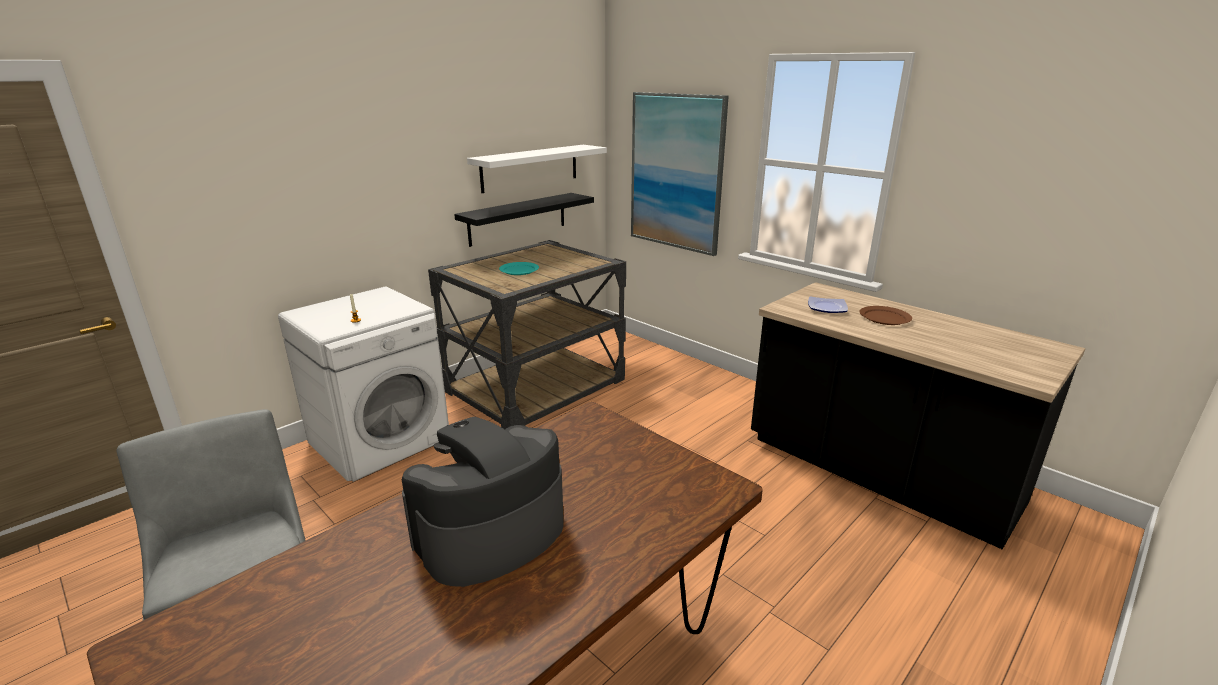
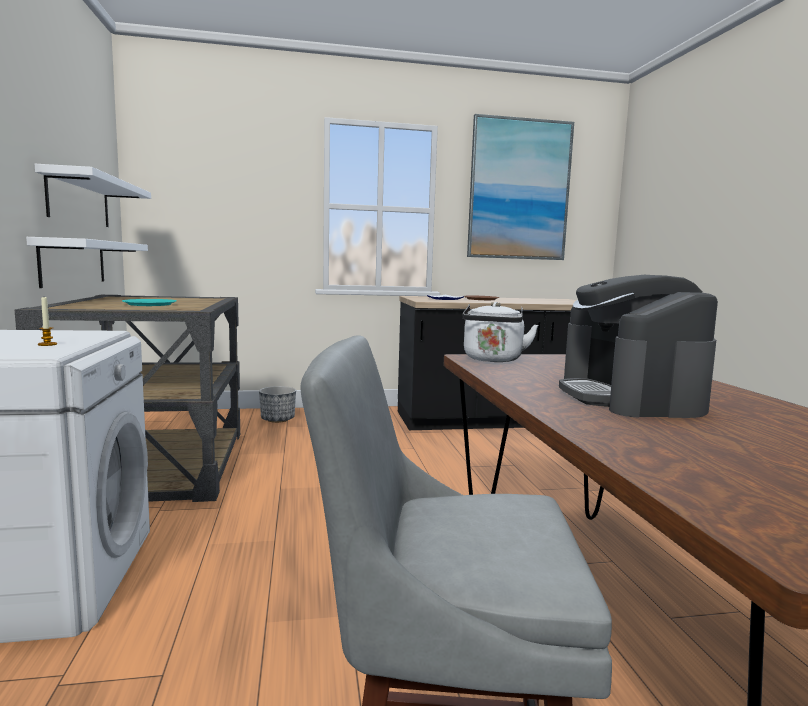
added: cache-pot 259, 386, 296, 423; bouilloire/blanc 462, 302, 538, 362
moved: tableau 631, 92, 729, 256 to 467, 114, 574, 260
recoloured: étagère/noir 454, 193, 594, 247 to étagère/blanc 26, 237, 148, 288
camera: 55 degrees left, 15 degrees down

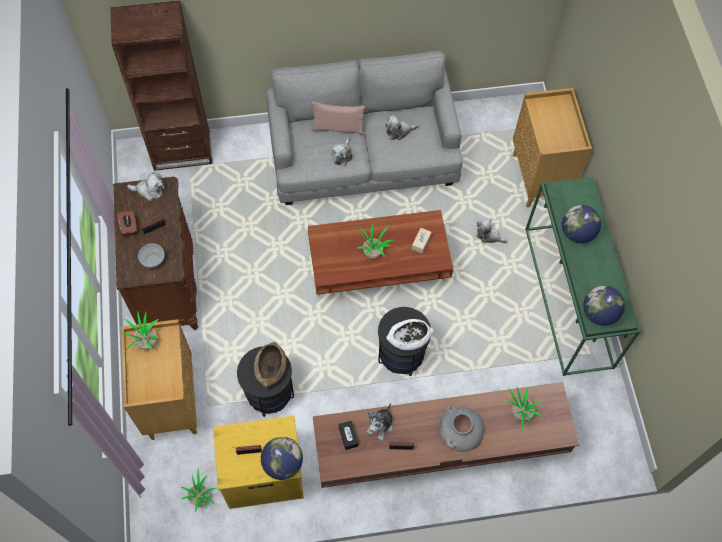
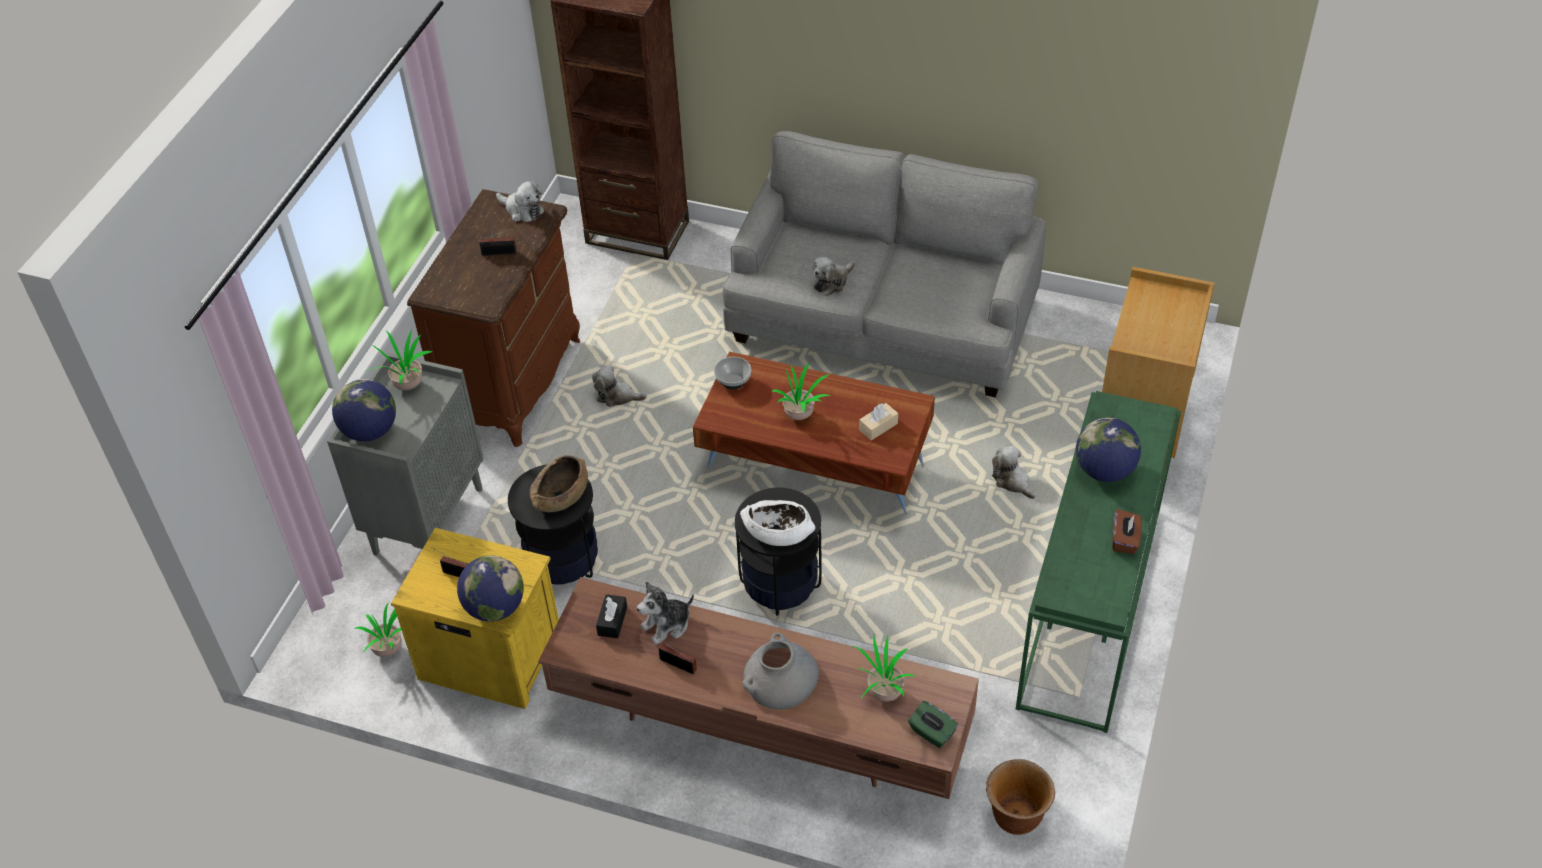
removed: coussin/beige 311, 102, 365, 135
added: boîte à mouchoirs/vert 908, 701, 958, 748; cache-pot/marron 986, 759, 1055, 835
moved: boîte à mouchoirs/marron 117, 211, 137, 237 to 1112, 509, 1142, 554; bol 138, 244, 165, 268 to 714, 357, 751, 390; peluche 385, 115, 419, 140 to 592, 365, 647, 407; globe 583, 286, 625, 326 to 332, 379, 396, 441
recoloured: meuble de rangement/marron 121, 319, 197, 440 to meuble de rangement/gris 327, 352, 484, 556
camera: 30 degrees right, 15 degrees down

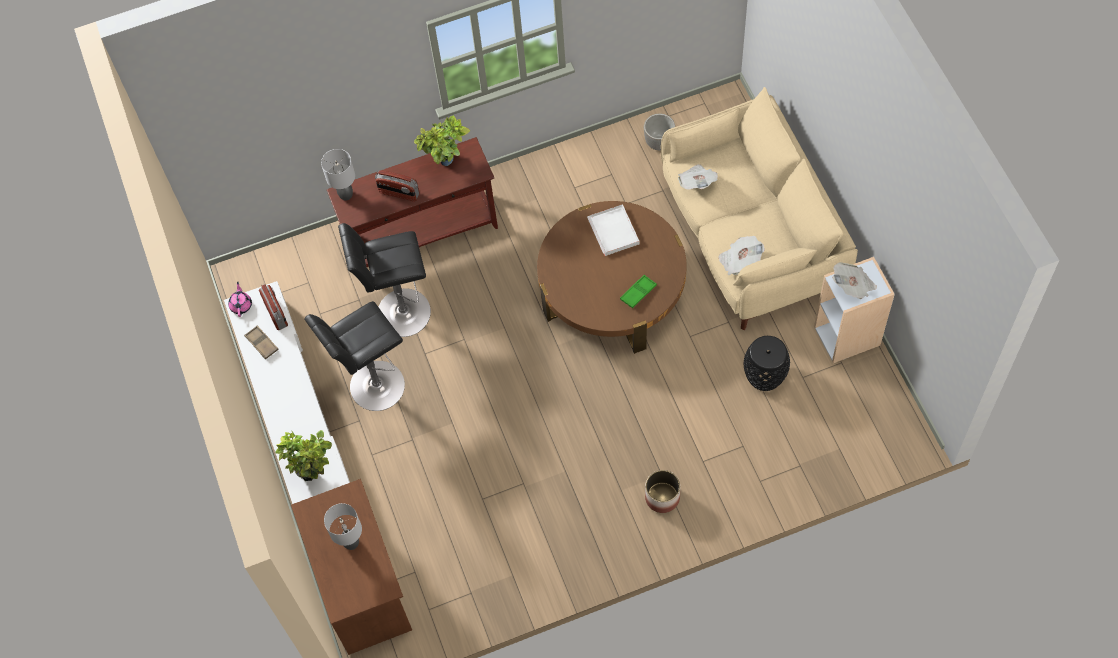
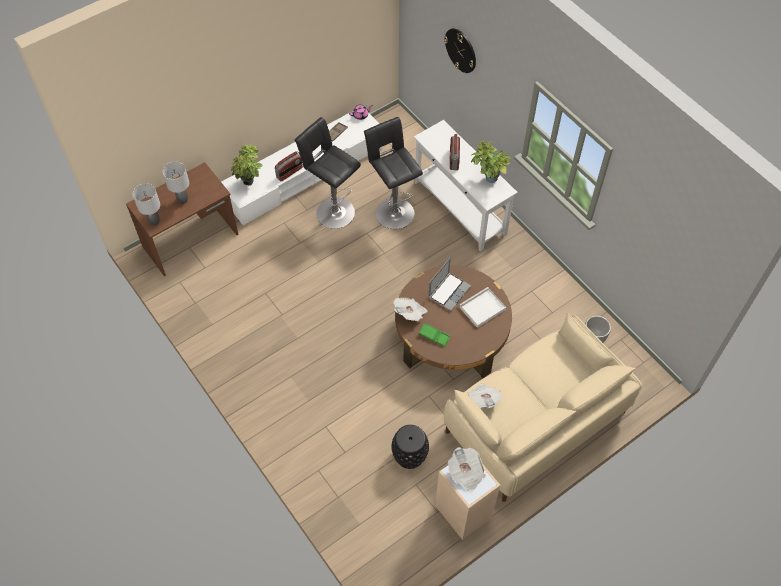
removed: cache-pot 645, 470, 680, 513
added: ordinateur portable 428, 257, 471, 311; horloge murale 444, 28, 476, 73
moved: radio 259, 284, 288, 330 to 275, 151, 303, 182; lampe de table/gris 321, 149, 355, 201 to 133, 183, 160, 226; journal 678, 164, 718, 190 to 393, 298, 427, 321
recoloured: table console/marron 327, 137, 498, 267 to table console/blanc 414, 120, 518, 251
camera: 70 degrees right, 5 degrees down

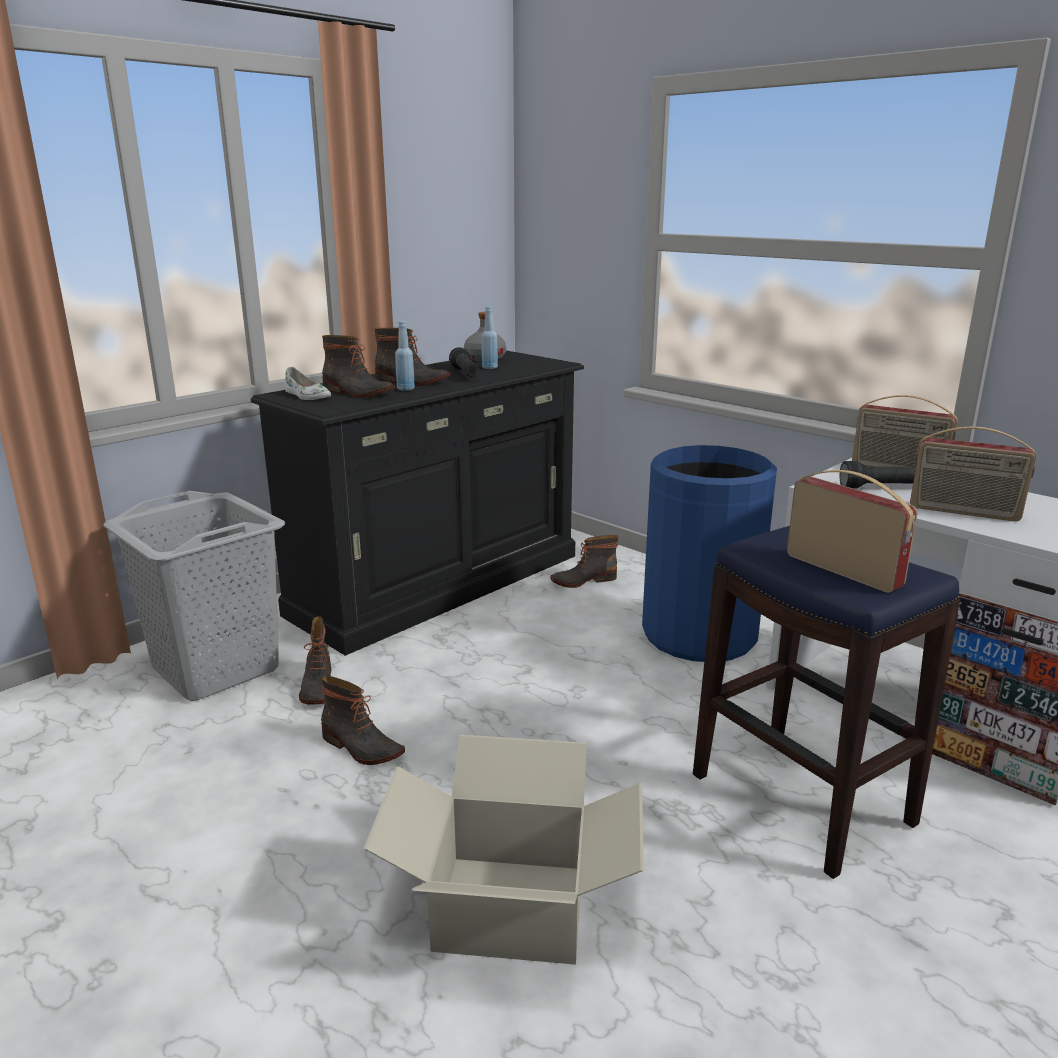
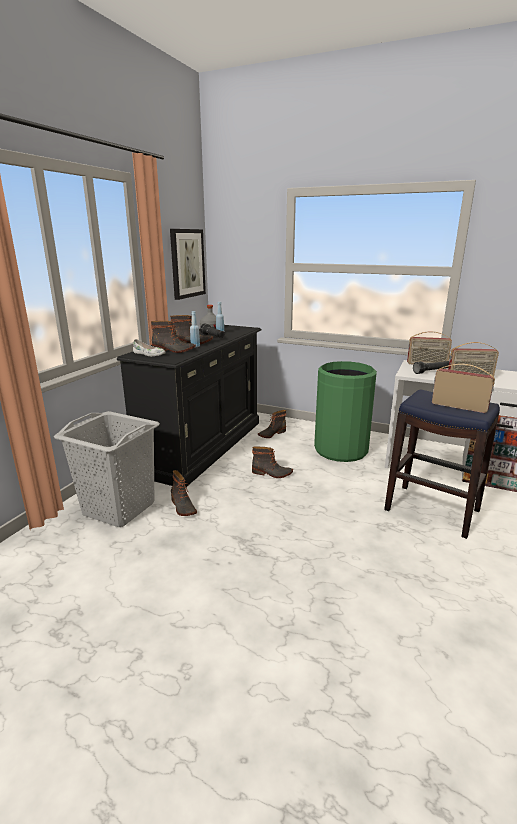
removed: carton 364, 735, 644, 965
added: tableau 170, 229, 206, 300
moved: botte 321, 676, 405, 765 to 252, 446, 293, 478
recoloured: poubelle/bleu 642, 445, 777, 662 to poubelle/vert 314, 361, 377, 462
camera: 20 degrees left, 0 degrees up

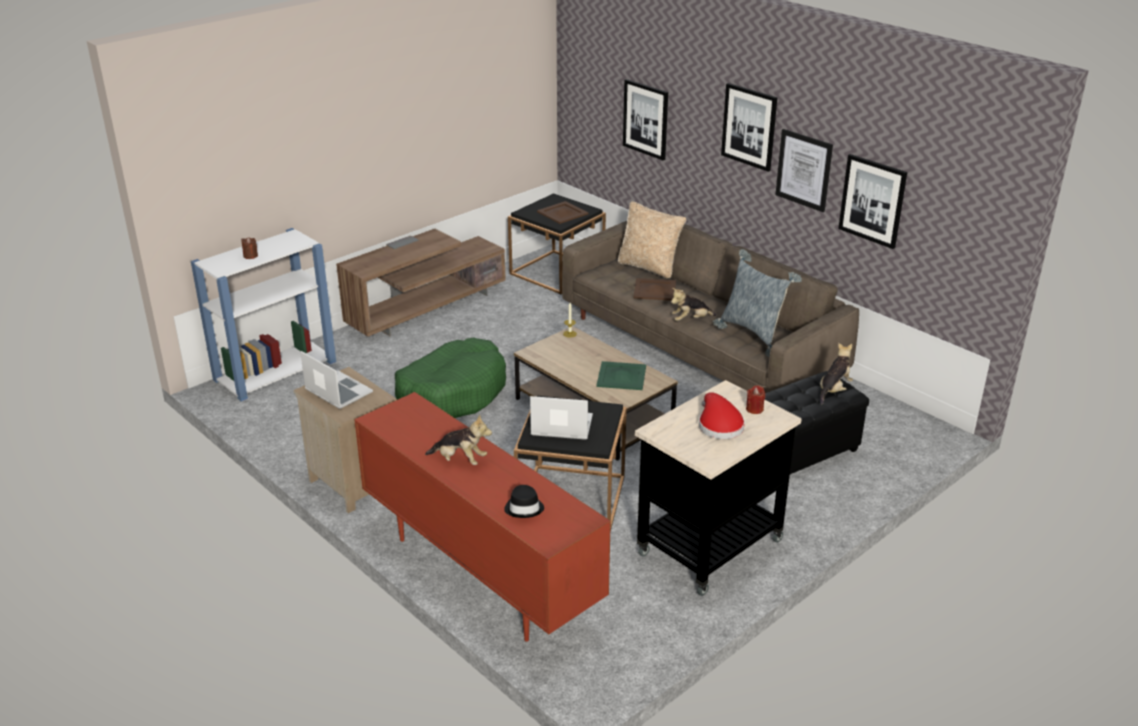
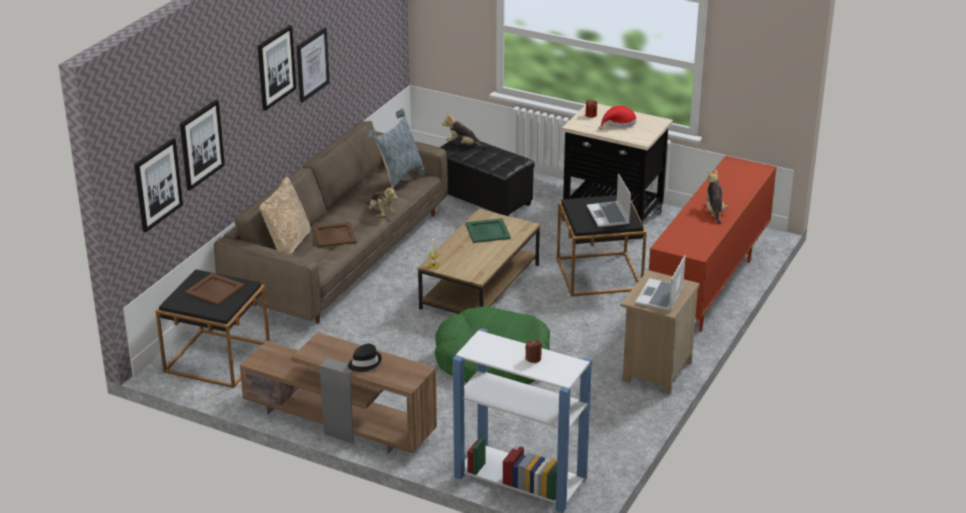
moved: chapeau/noir 504, 485, 544, 518 to 348, 343, 382, 372; tableau 838, 154, 907, 249 to 134, 138, 183, 232
camera: 110 degrees left, 0 degrees up

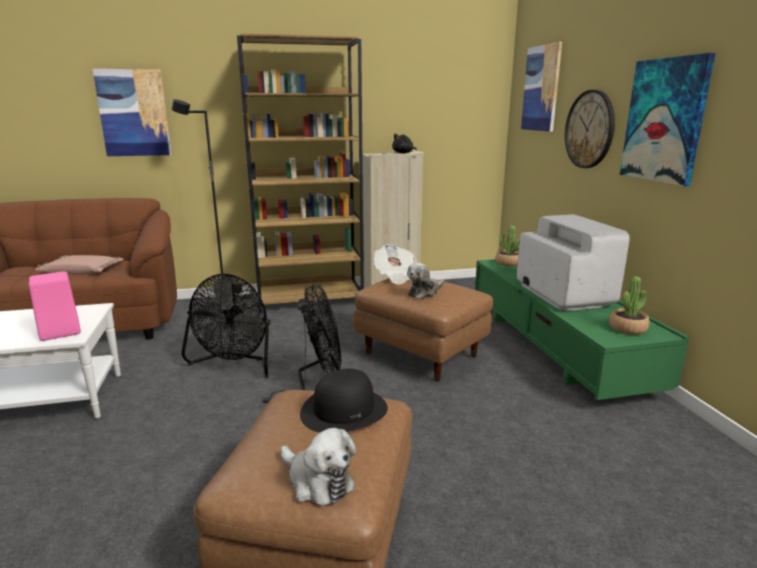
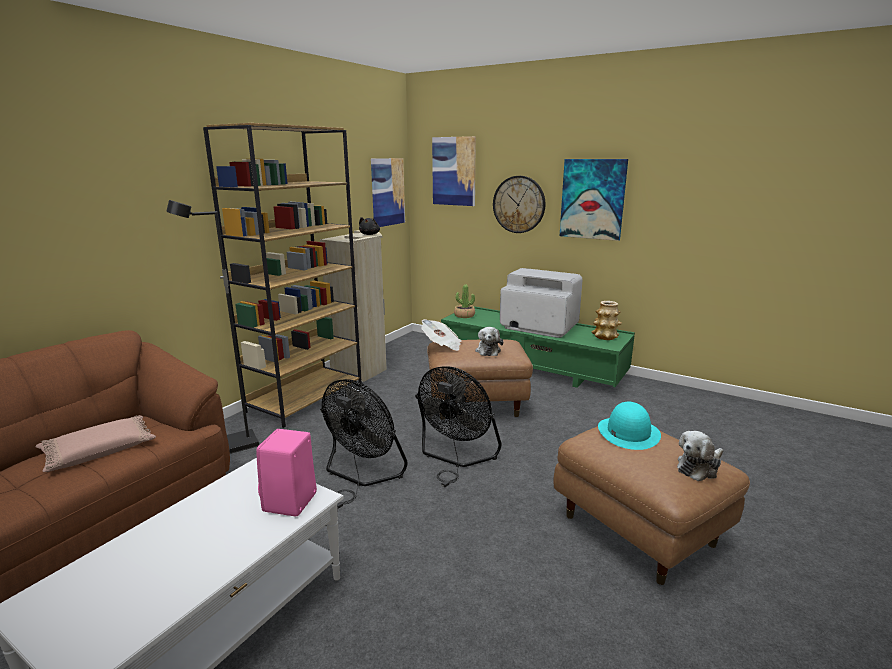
moved: tableau 93, 69, 172, 156 to 371, 158, 405, 227
replaced: plante en pot 609, 276, 650, 335 to vase 591, 301, 622, 340
recoloured: chapeau/noir 300, 369, 388, 433 to chapeau/turquoise 598, 402, 661, 450
turned: ventilateur/noir 181, 274, 271, 378 = 320, 379, 407, 509 120 degrees counterclockwise; peluche 280, 428, 356, 505 = 677, 431, 723, 481 150 degrees clockwise
camera: 45 degrees left, 0 degrees up

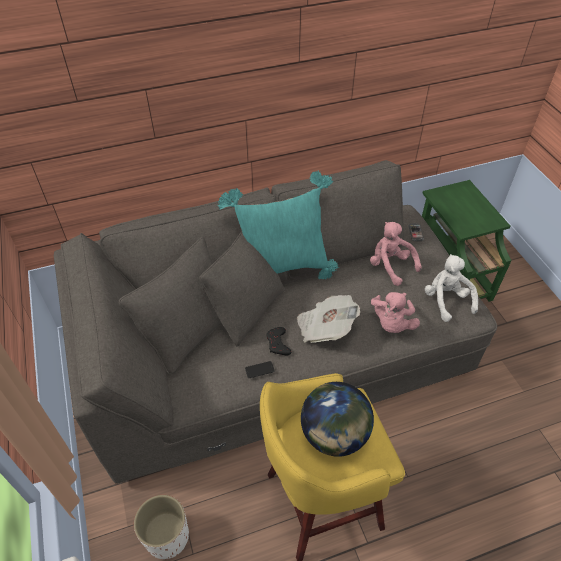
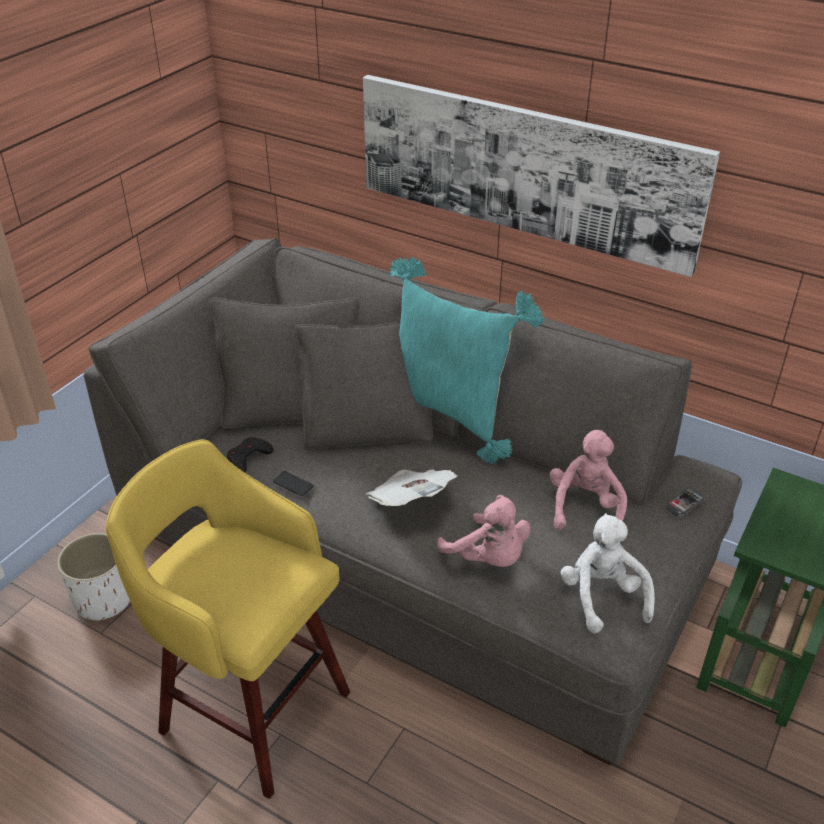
removed: globe 301, 382, 374, 457
added: tableau 363, 75, 720, 277
moved: manette/noir 266, 327, 291, 355 to 227, 437, 273, 472
turned: peluche/rose 371, 292, 420, 333 = 437, 495, 531, 567 105 degrees counterclockwise; peluche/blanc 425, 254, 478, 322 = 560, 513, 655, 633 45 degrees counterclockwise
camera: 50 degrees right, 10 degrees down

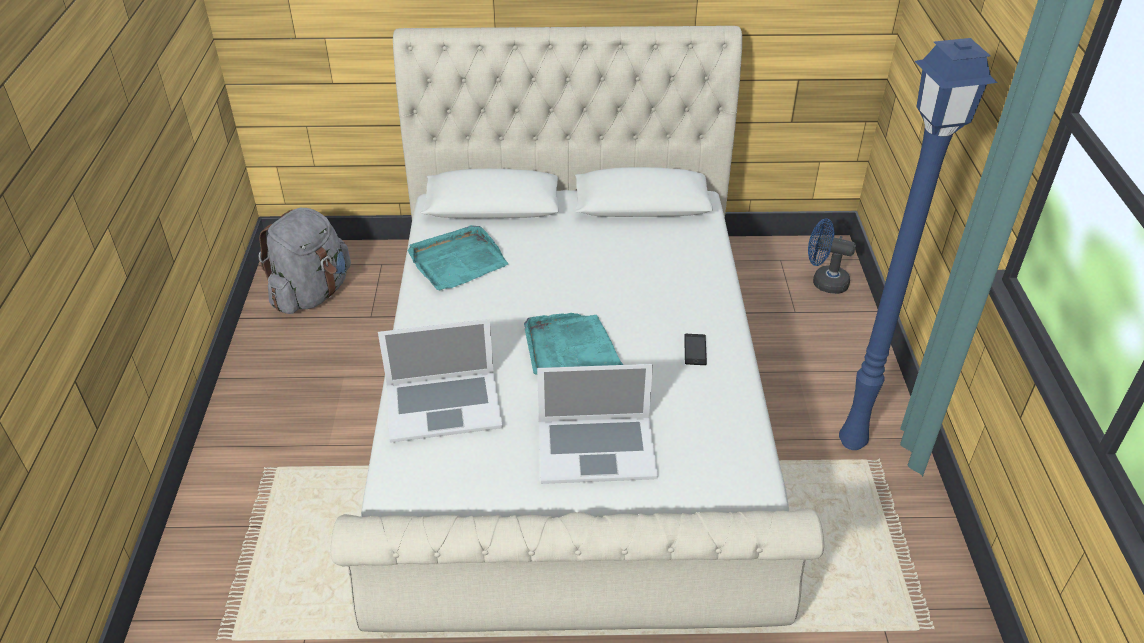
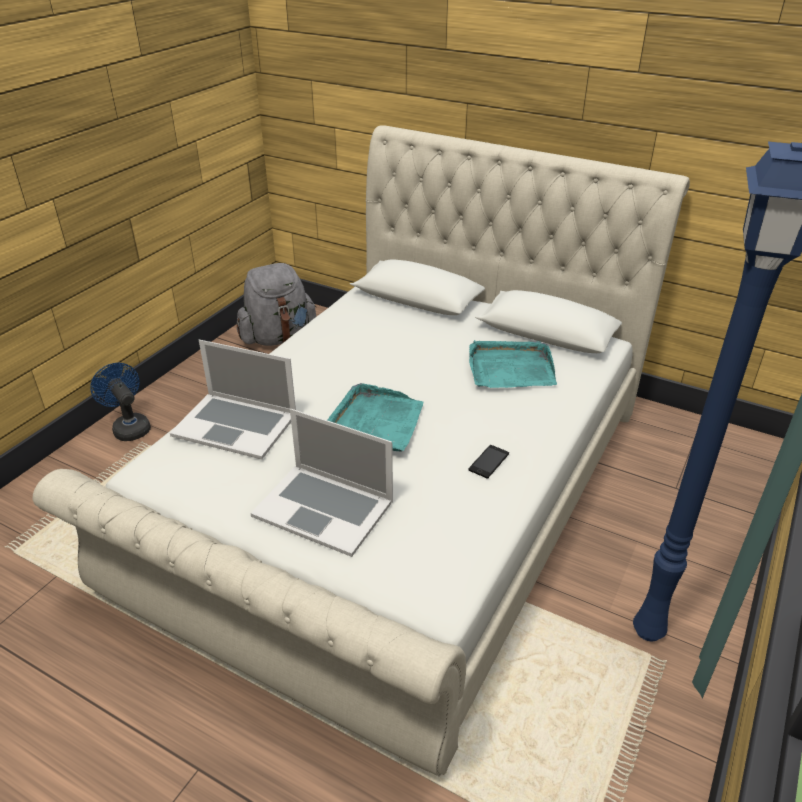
moved: plateau/turquoise 408, 225, 509, 291 to 469, 340, 557, 388; ventilateur/bleu 808, 219, 856, 294 to 90, 363, 151, 441
camera: 30 degrees right, 5 degrees down

